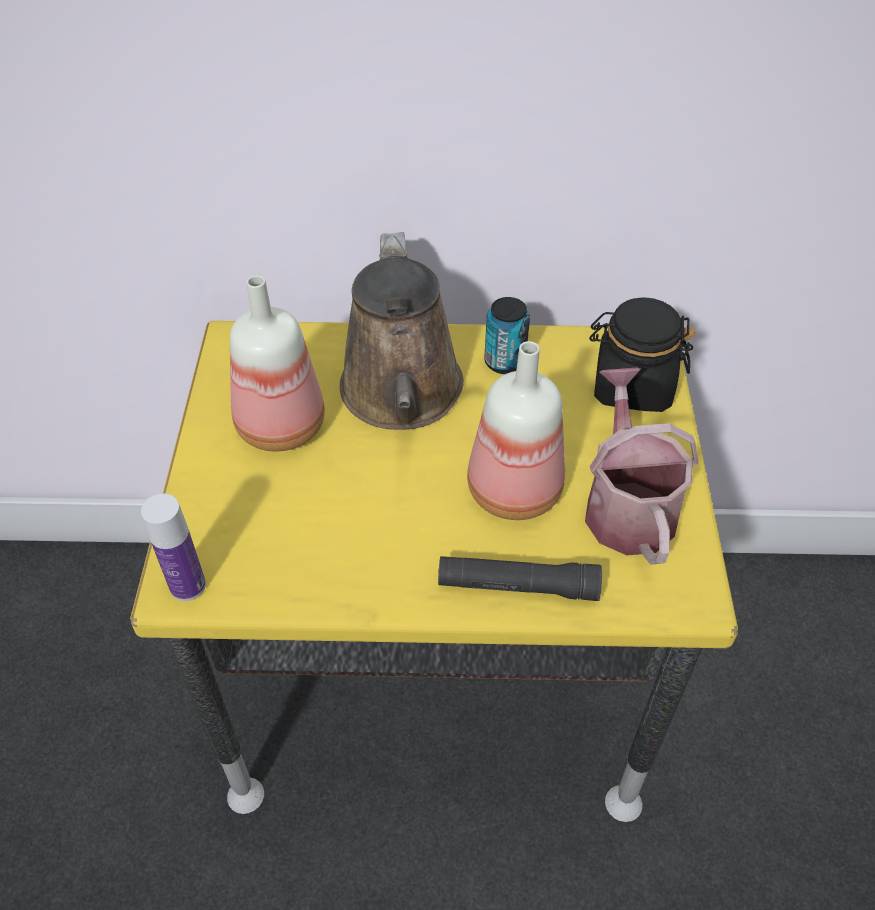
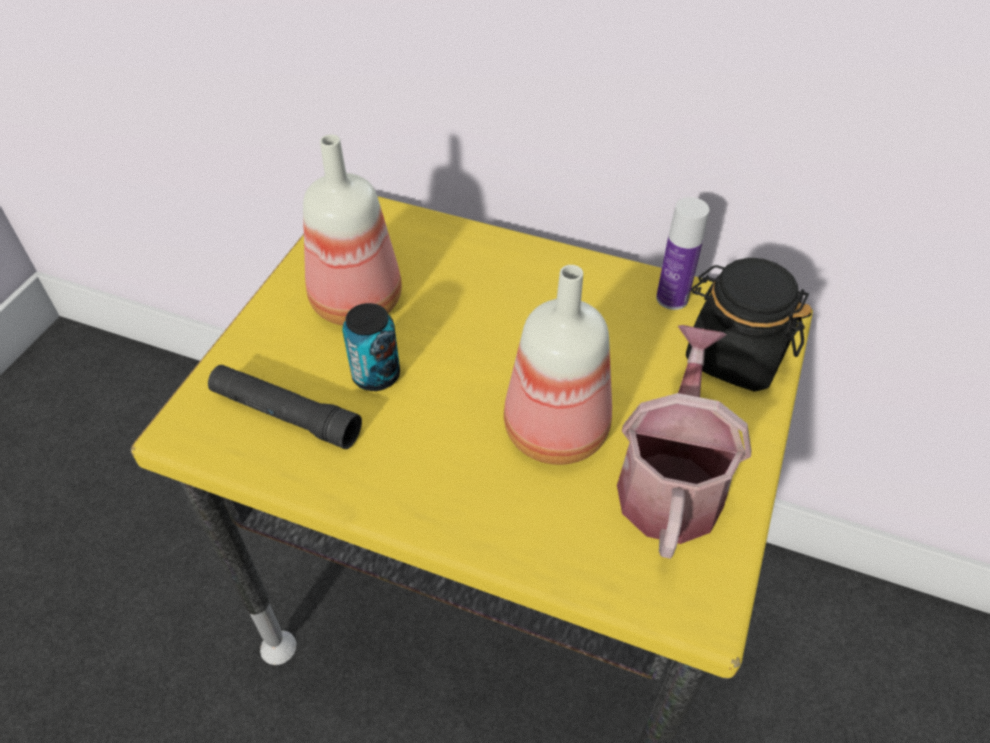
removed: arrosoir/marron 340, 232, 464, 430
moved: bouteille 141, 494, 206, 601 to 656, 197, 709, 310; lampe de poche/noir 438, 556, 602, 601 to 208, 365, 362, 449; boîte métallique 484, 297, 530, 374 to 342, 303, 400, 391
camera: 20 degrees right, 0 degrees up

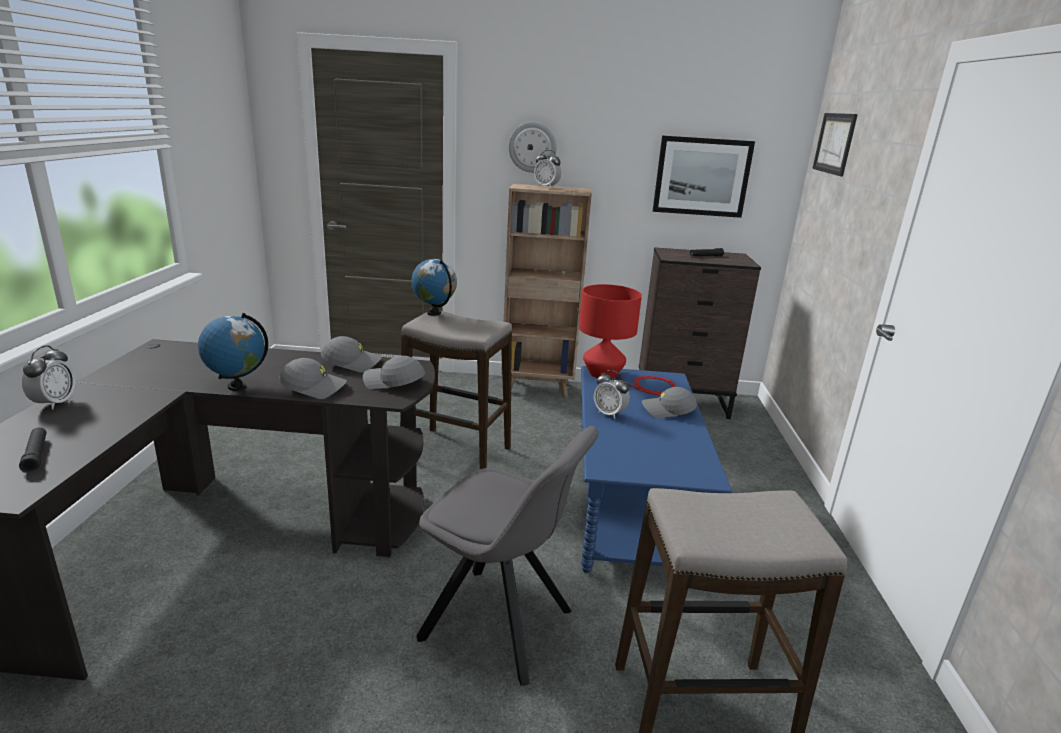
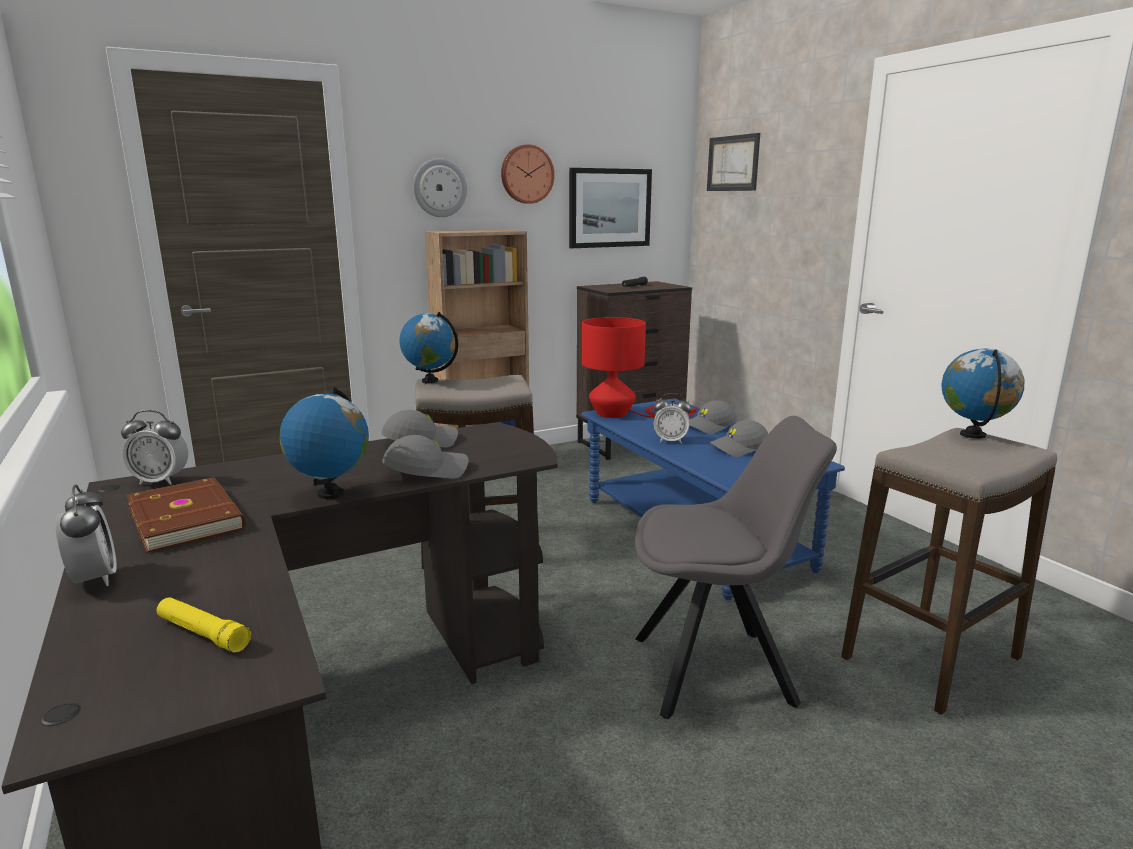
added: livre/marron 126, 477, 245, 553; horloge murale 501, 145, 555, 204; globe 941, 349, 1024, 439
moved: casquette/gris 363, 356, 425, 389 to 710, 420, 768, 457; réveil 534, 150, 561, 189 to 121, 410, 188, 485
recoloured: lampe de poche/noir 19, 427, 46, 473 to lampe de poche/jaune 157, 597, 251, 653
camera: 30 degrees left, 5 degrees down

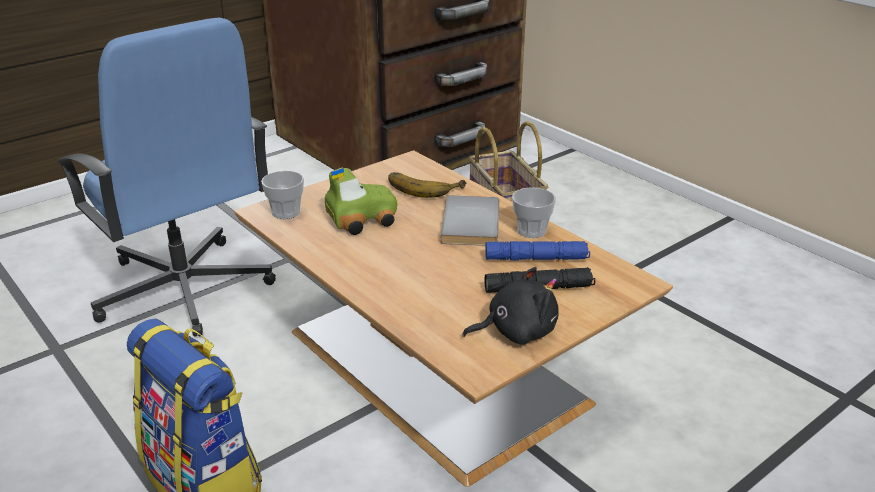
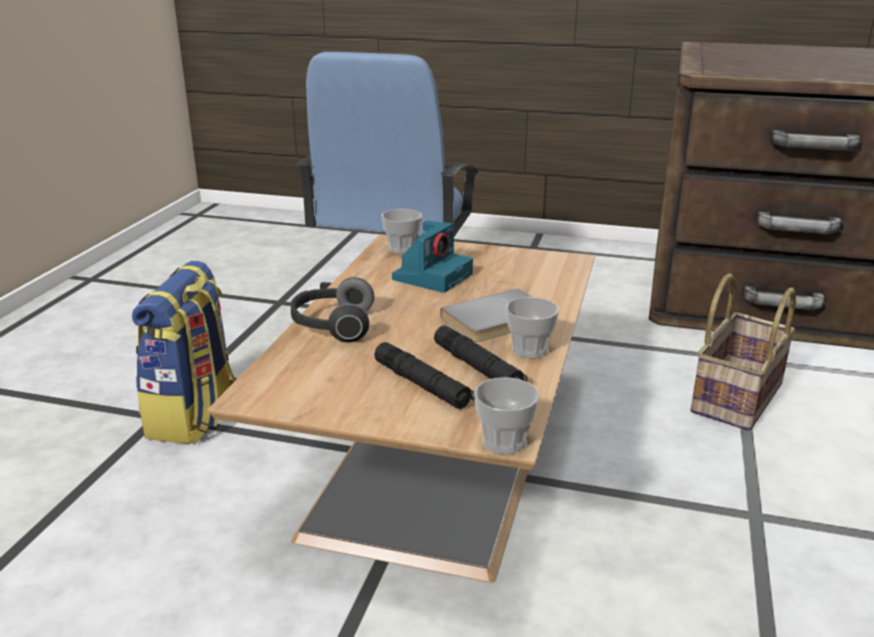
removed: banane 388, 172, 466, 198; peluche/noir 462, 267, 559, 345
added: casque audio 291, 277, 374, 343; tasse 474, 377, 540, 454
replaced: petite voiture 325, 167, 398, 235 to appareil photo 392, 221, 473, 293
recoloured: lampe de poche/bleu 485, 241, 590, 261 to lampe de poche/noir 434, 325, 528, 382
camera: 55 degrees right, 5 degrees down

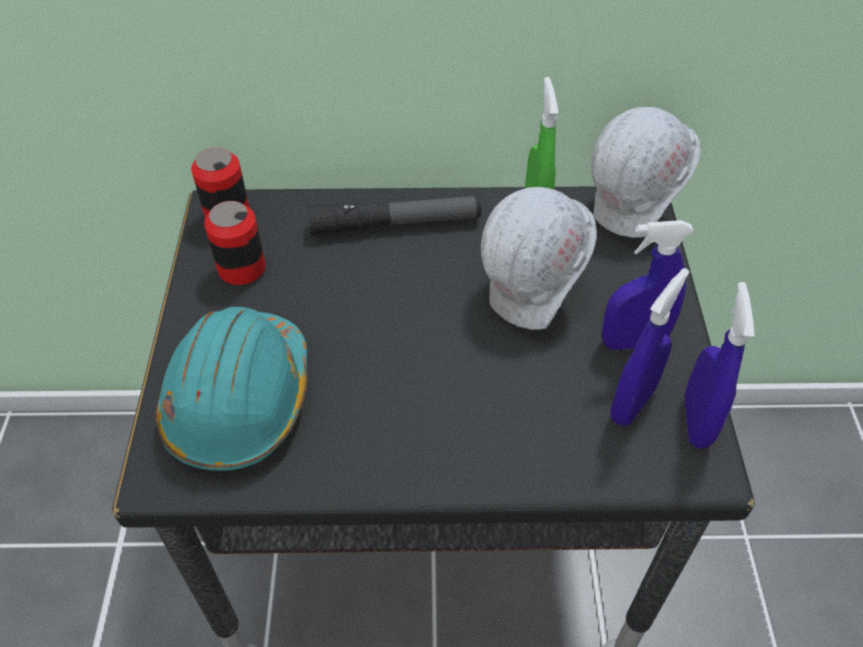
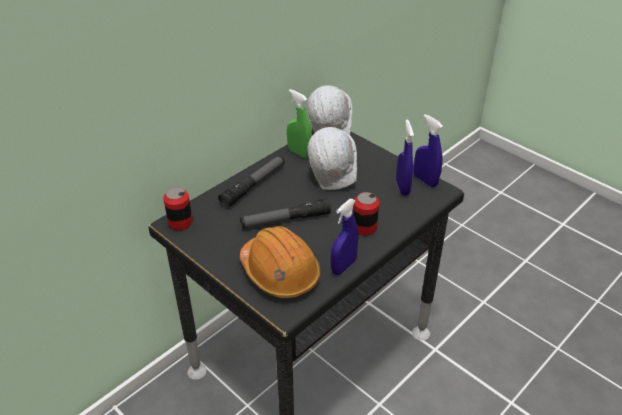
added: lampe de poche 240, 198, 331, 229
moved: boîte métallique 204, 201, 266, 285 to 353, 192, 379, 236; vaporisateur/bleu 602, 220, 694, 350 to 331, 199, 358, 275
recoloured: casque de chantier/turquoise 156, 307, 307, 471 to casque de chantier/orange 240, 226, 320, 298
camera: 45 degrees left, 10 degrees down

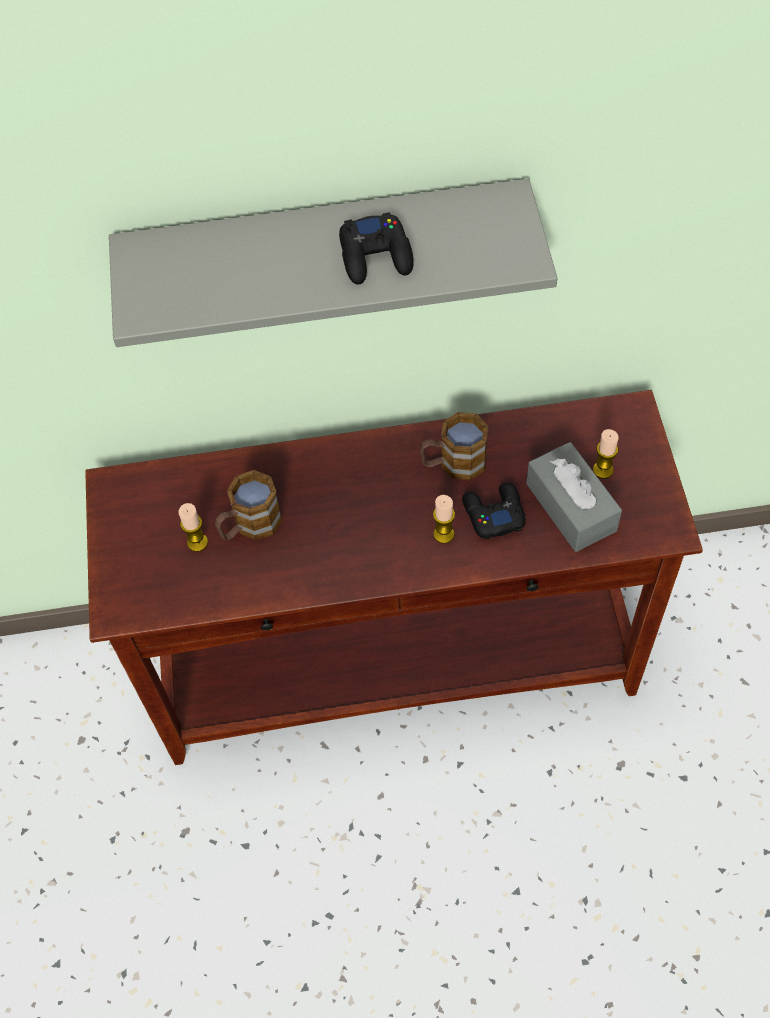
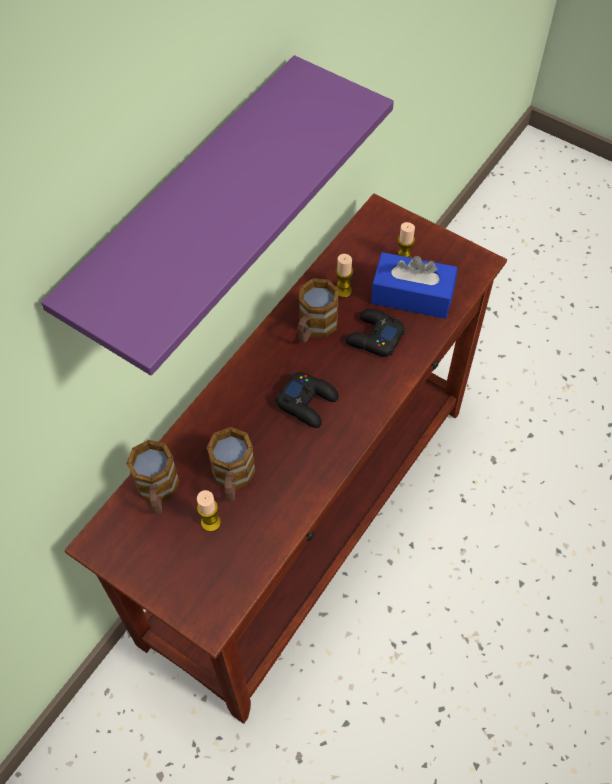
added: mug 126, 440, 180, 515
moved: manette/noir 339, 212, 414, 284 to 276, 372, 339, 428; bougie 433, 495, 455, 544 to 335, 254, 353, 298
recoloured: étagère/gris 109, 179, 557, 347 to étagère/violet 41, 55, 394, 375; boîte à mouchoirs/gris 526, 442, 622, 552 to boîte à mouchoirs/bleu 371, 252, 458, 319
camera: 50 degrees left, 0 degrees up

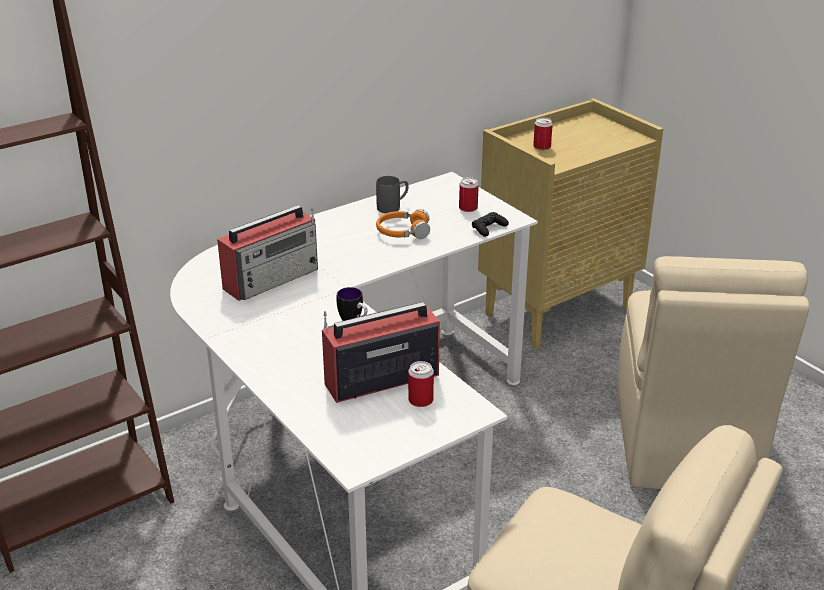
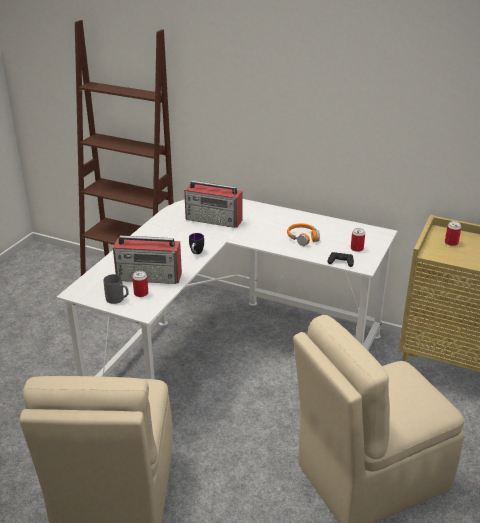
moved: mug/gris 376, 176, 408, 213 to 104, 274, 129, 304
turned: radio 322, 302, 440, 403 = 113, 235, 182, 284 150 degrees clockwise
camera: 60 degrees right, 0 degrees up

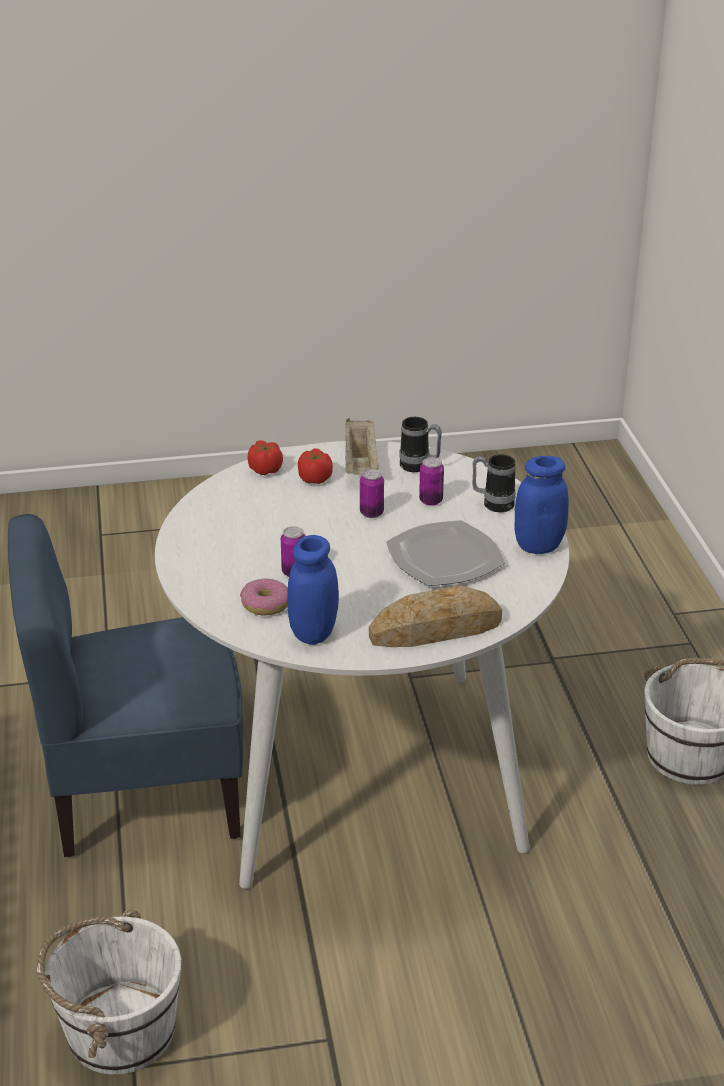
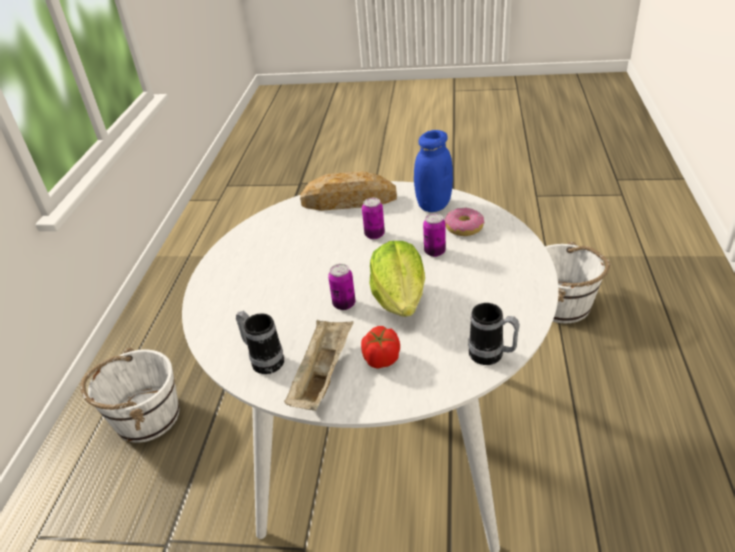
removed: chaise/bleu 8, 514, 243, 857; tomate 248, 440, 283, 475; assiette 386, 520, 505, 586; bocal/bleu 515, 456, 569, 554
added: laitue 370, 241, 425, 317
moved: boîte métallique 419, 457, 444, 506 to 362, 198, 385, 239; mug 472, 454, 516, 512 to 468, 303, 520, 365
camera: 160 degrees left, 5 degrees up

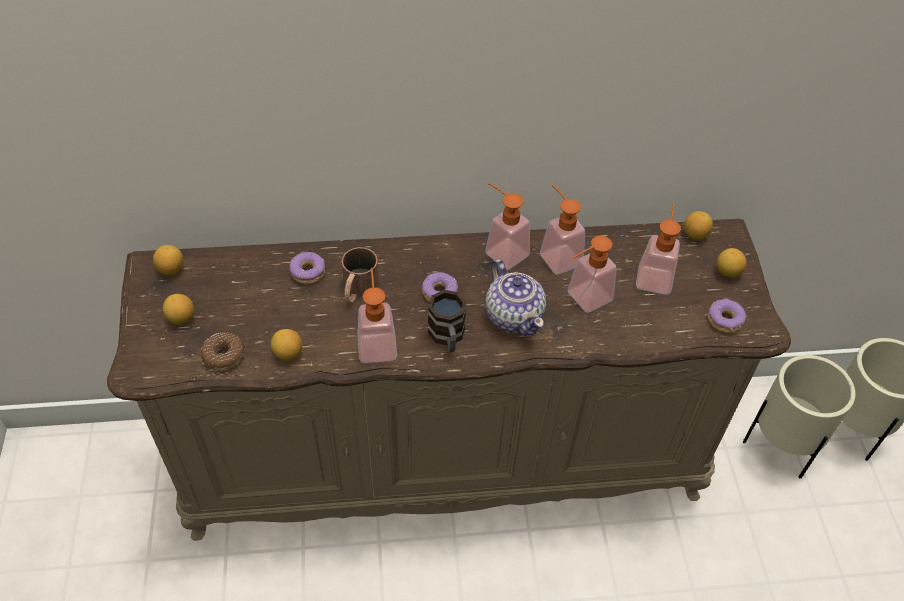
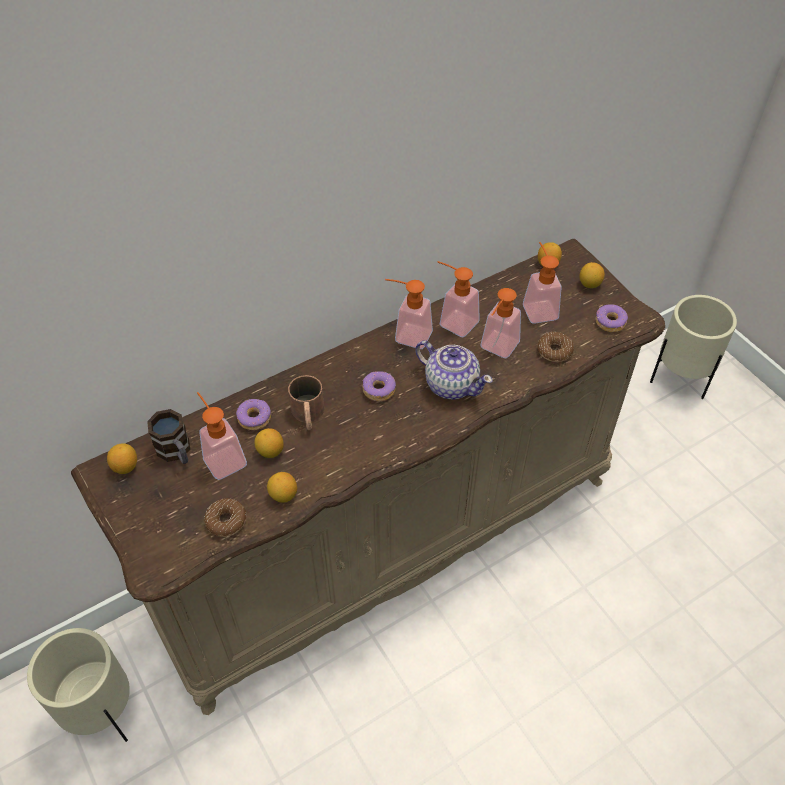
added: beignet 537, 332, 574, 362
moved: citron 163, 294, 194, 325 to 254, 428, 284, 458; distributeur de savon 358, 268, 397, 363 to 197, 392, 247, 480; mug 428, 290, 467, 352 to 147, 409, 190, 464; cache-pot/beige 743, 355, 855, 479 to 27, 628, 130, 742
camera: 25 degrees left, 0 degrees up

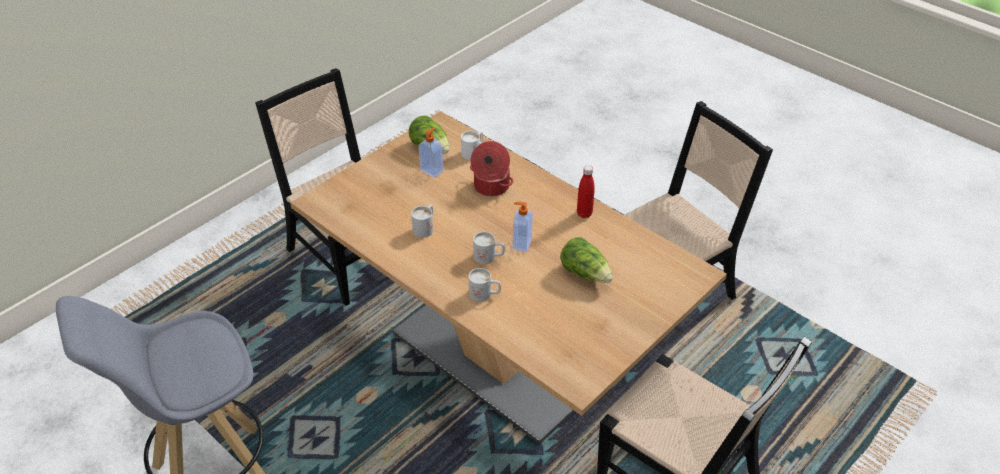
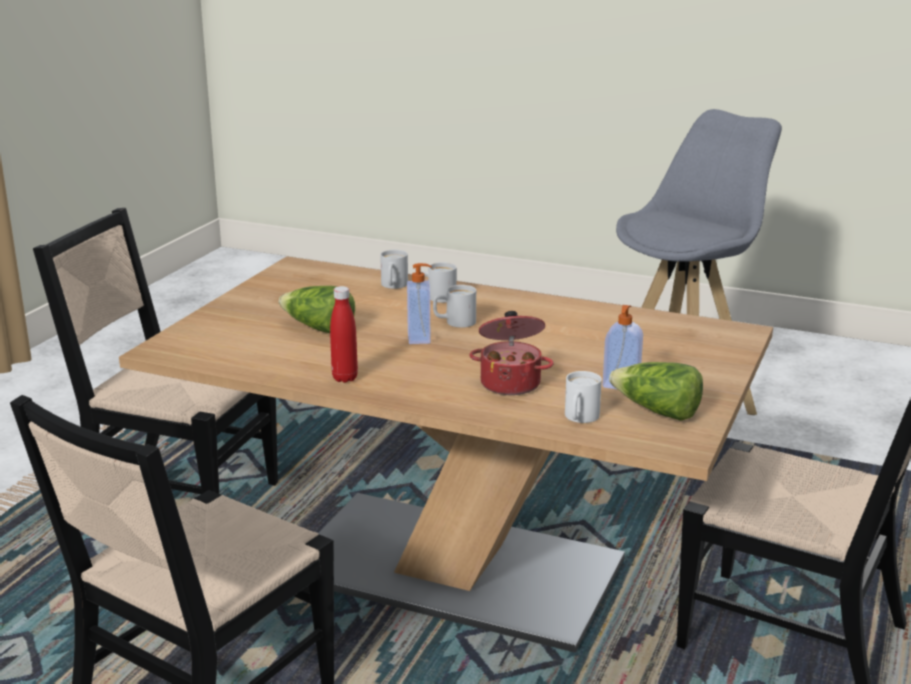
moved: mug/blanc 411, 204, 433, 238 to 380, 250, 408, 289
camera: 160 degrees right, 20 degrees down

